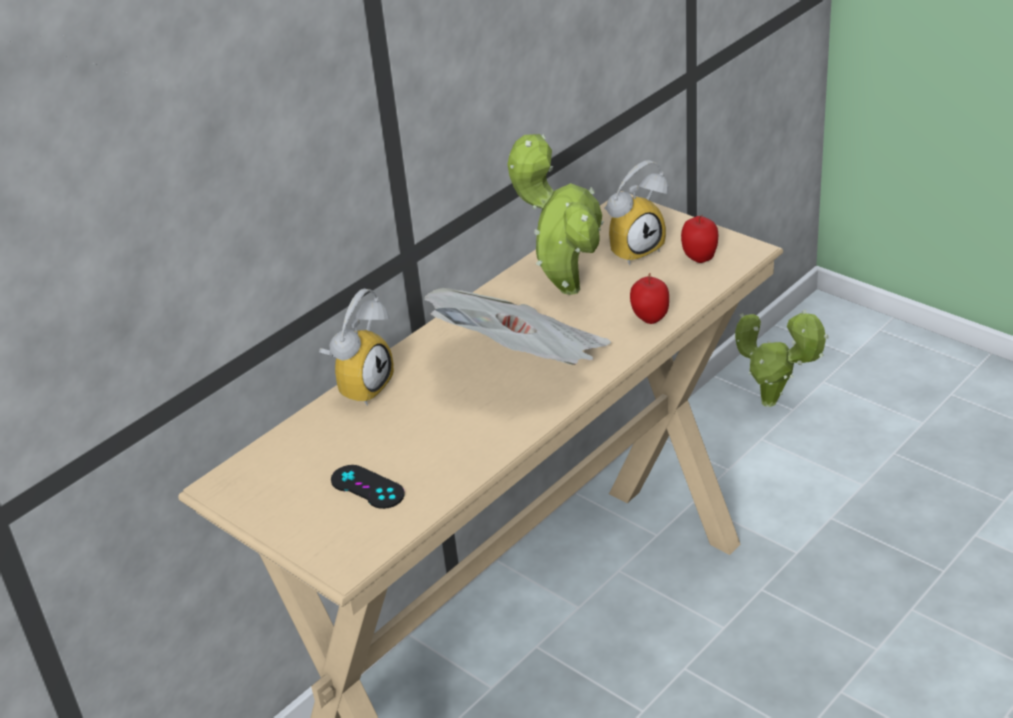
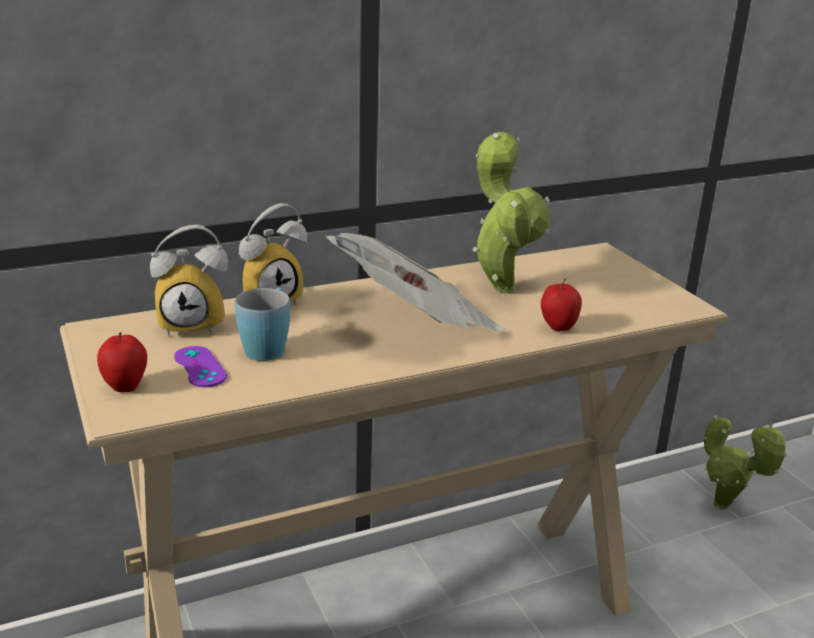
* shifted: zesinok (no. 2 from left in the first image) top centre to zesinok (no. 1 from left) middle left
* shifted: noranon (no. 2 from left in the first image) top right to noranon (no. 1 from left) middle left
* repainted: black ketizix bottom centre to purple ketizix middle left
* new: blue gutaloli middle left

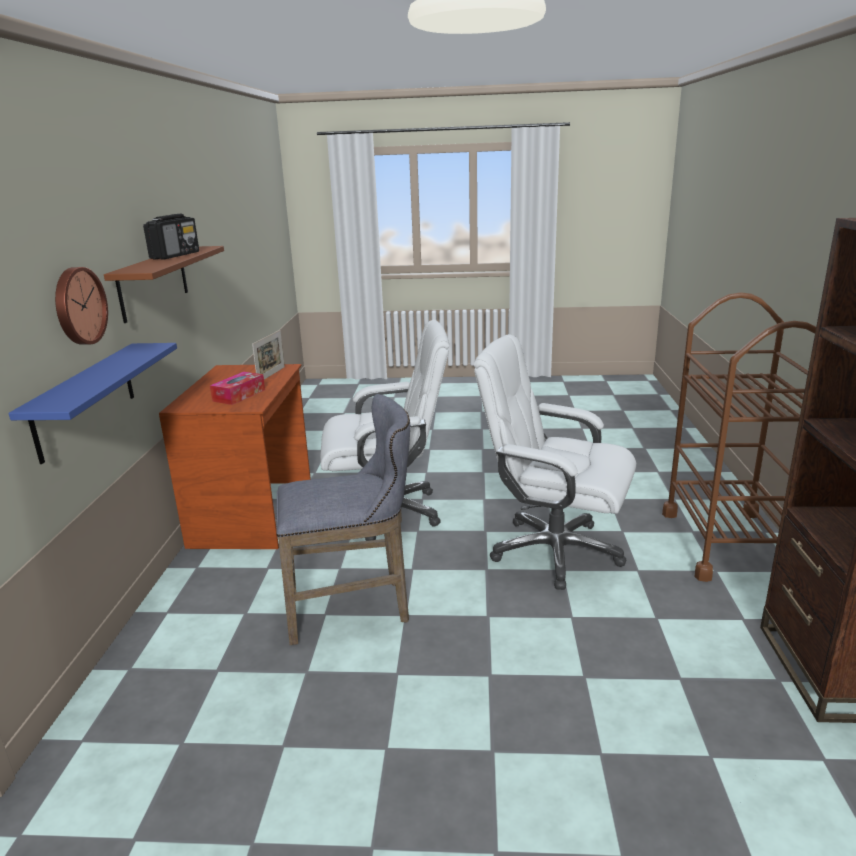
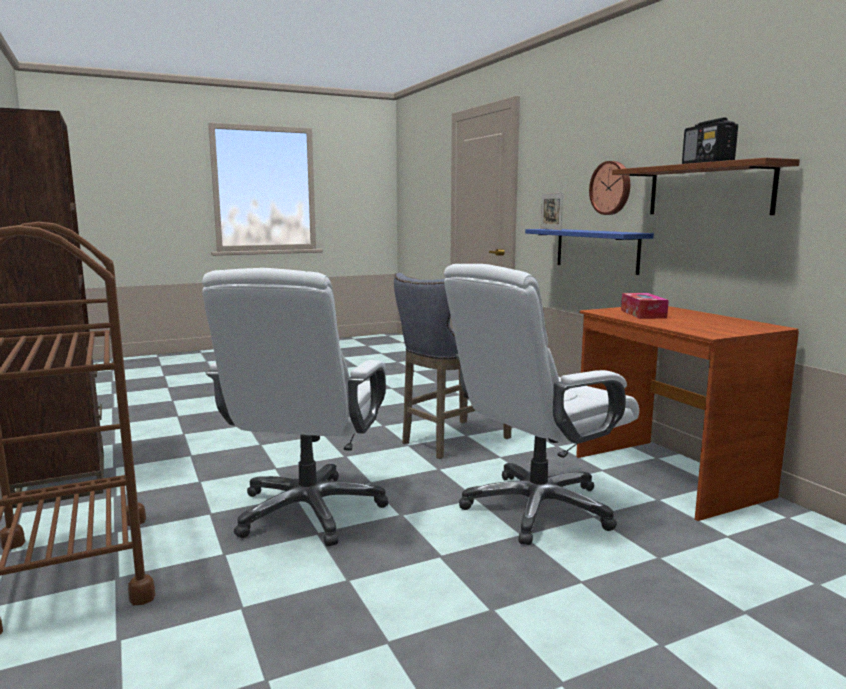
* shifted: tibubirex middle left to top centre
* rotated: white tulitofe (no. 2 from left in the first image) centre = centre 105 degrees clockwise

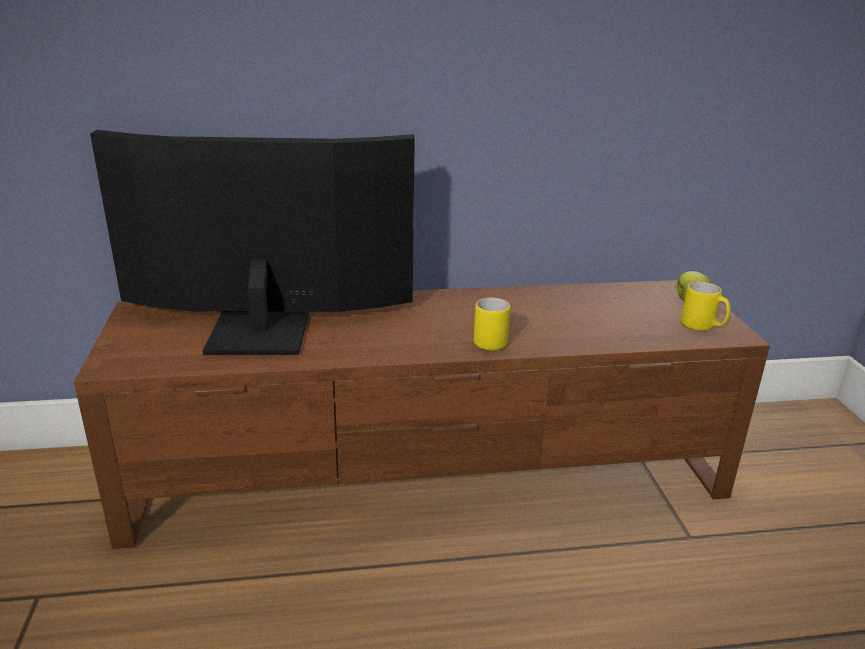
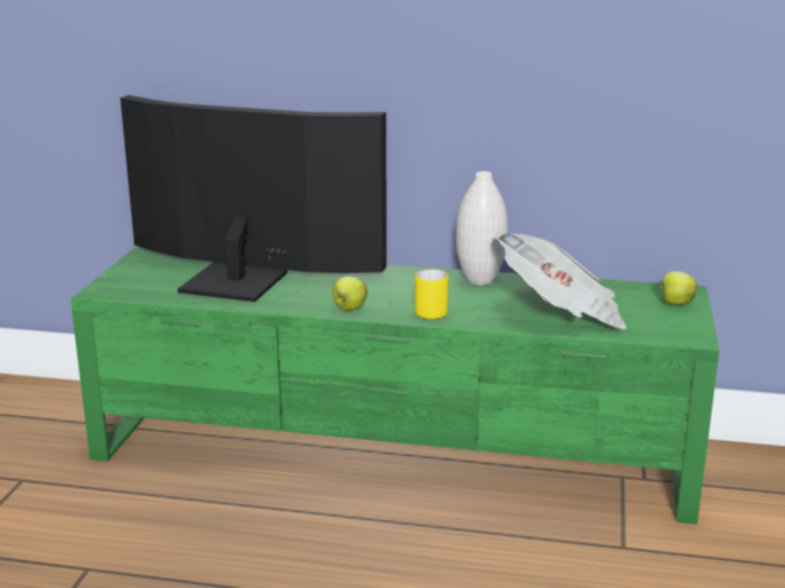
* repainted: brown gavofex centre to green gavofex centre
* gone: yellow gutaloli (no. 2 from left) middle right
* new: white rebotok centre
* new: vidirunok middle right
* new: noranon (no. 1 from left) centre

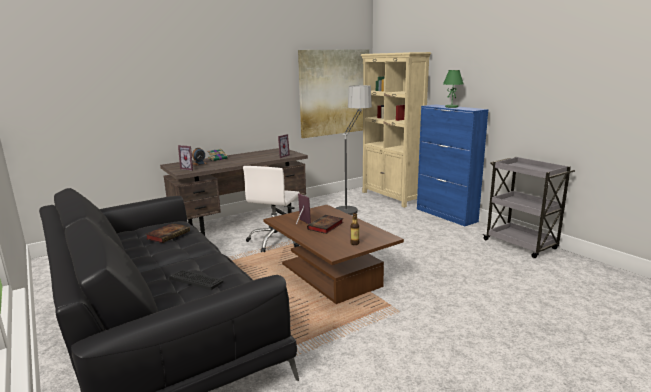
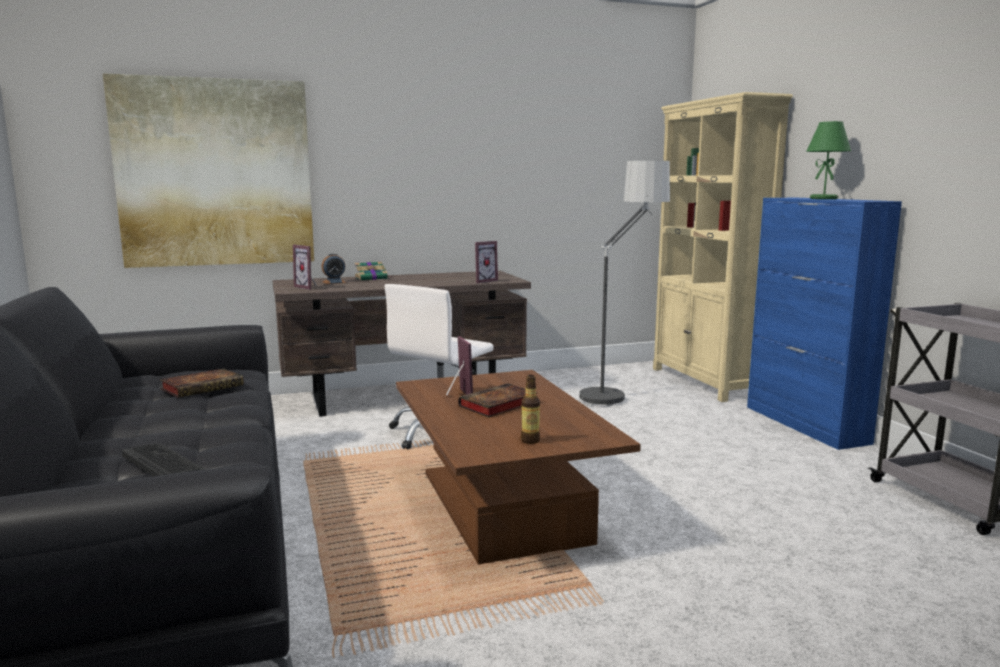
* shifted: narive top centre to top left

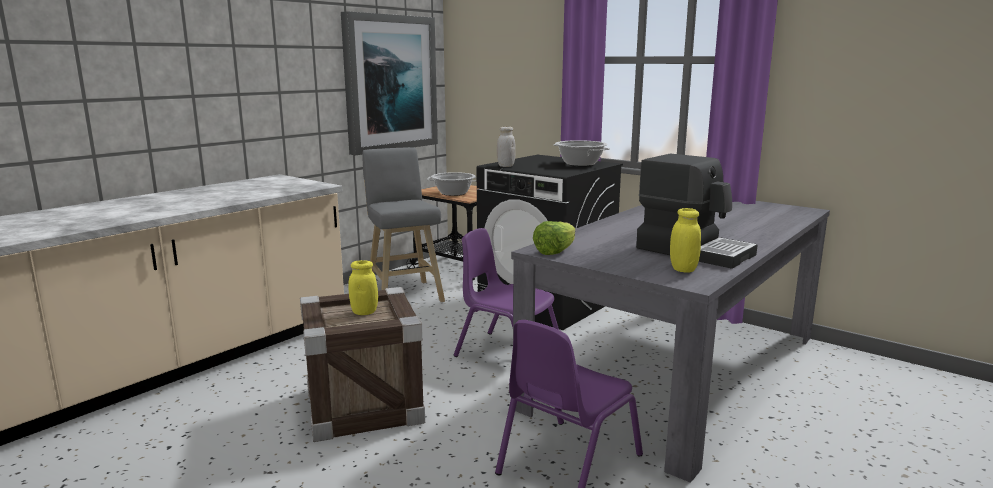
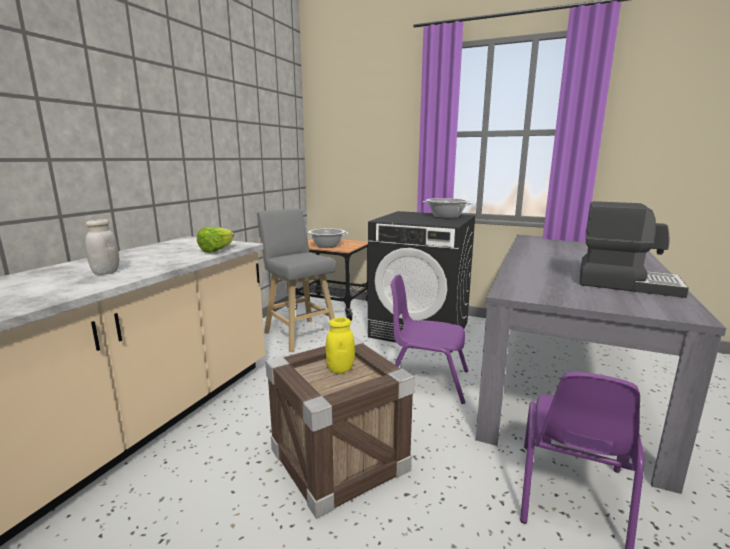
* gone: narive top centre
* shifted: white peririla top centre to middle left
* gone: yellow peririla (no. 2 from left) middle right
* shifted: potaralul centre to middle left

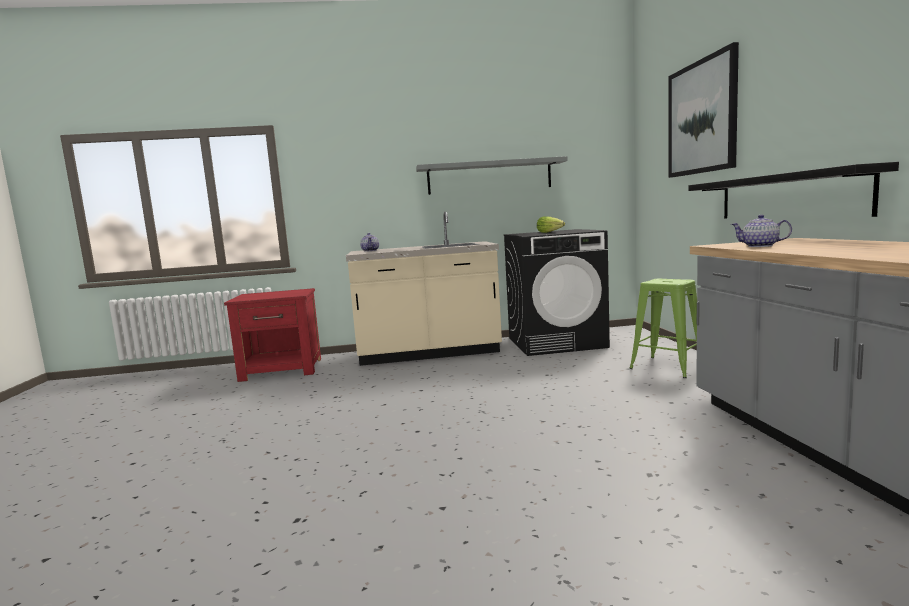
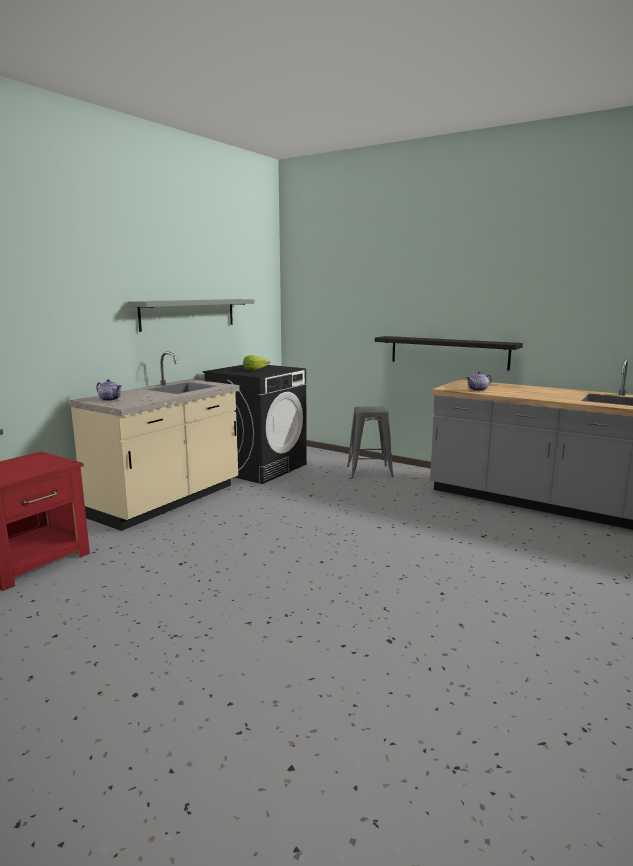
* gone: narive top right
* repainted: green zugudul middle right to grey zugudul centre

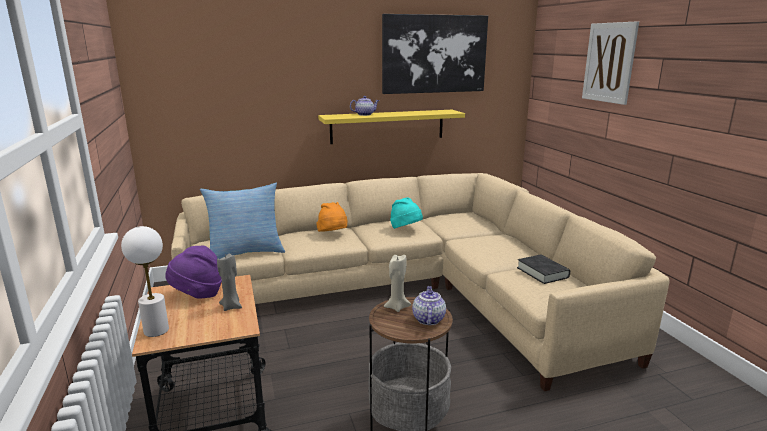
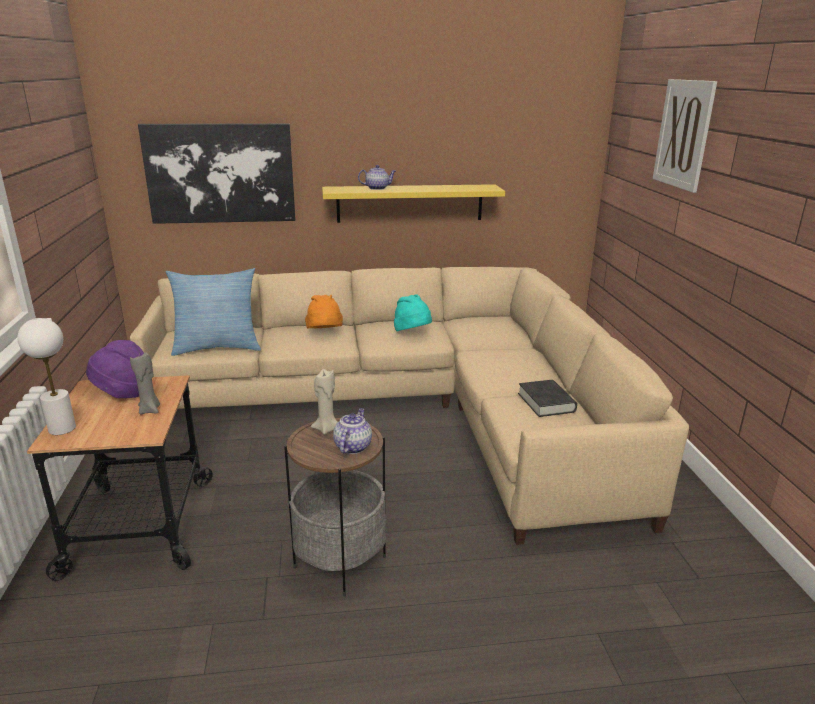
* shifted: narive (no. 1 from left) top centre to top left

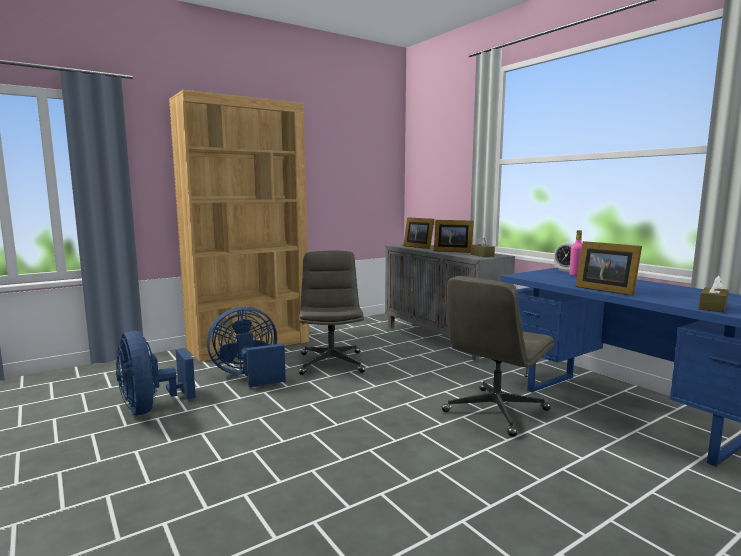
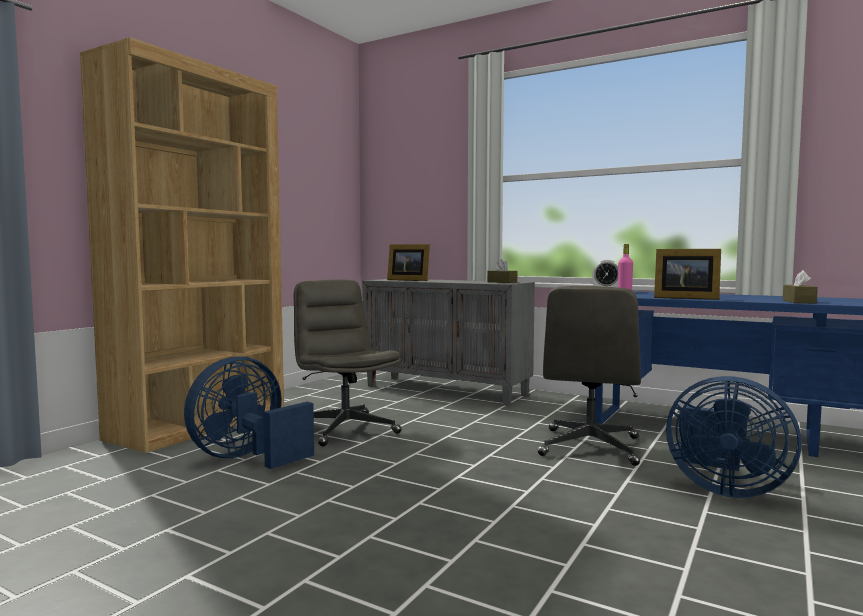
* gone: tibubirex (no. 2 from left) centre
* shifted: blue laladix (no. 1 from left in the first image) bottom left to blue laladix (no. 2 from left) bottom right

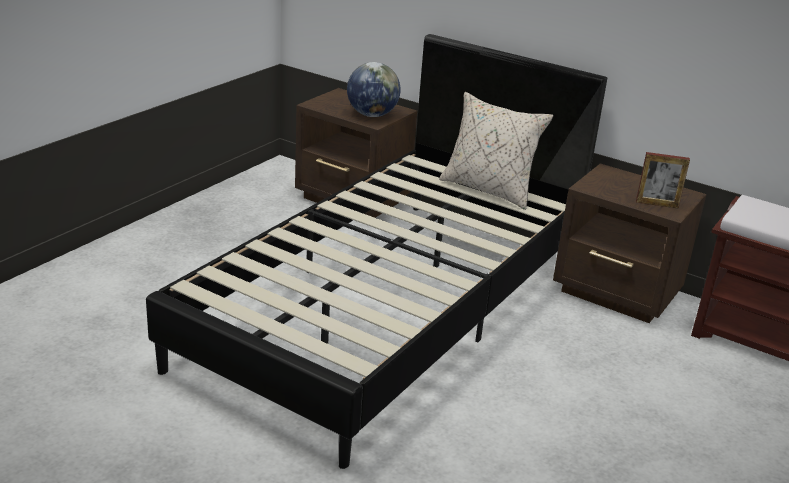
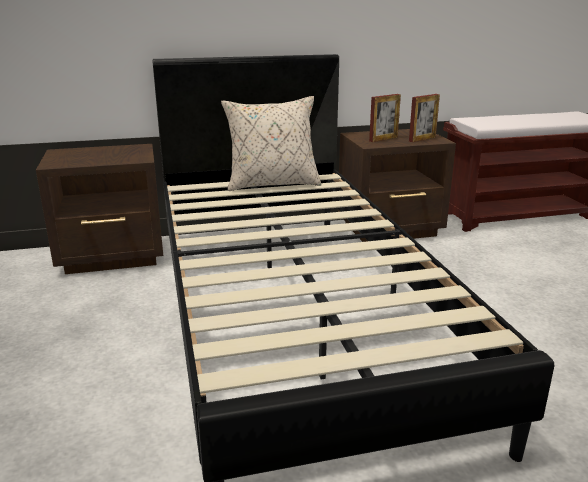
* gone: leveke top centre
* new: tibubirex (no. 1 from left) top centre

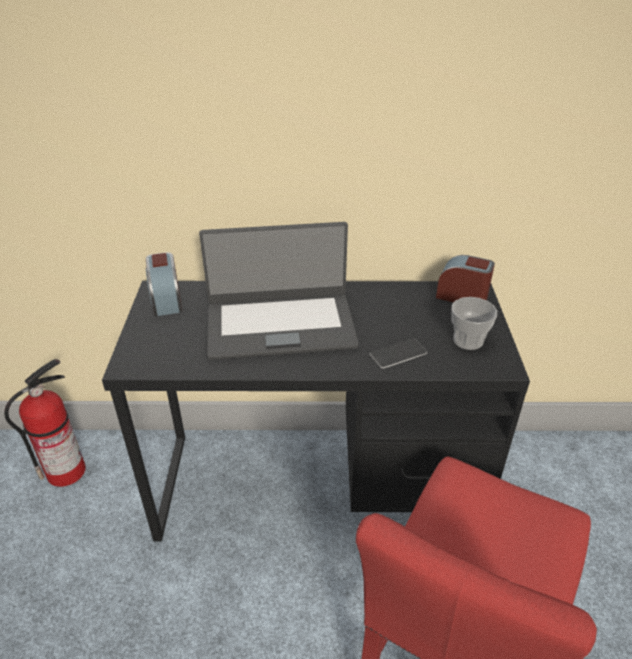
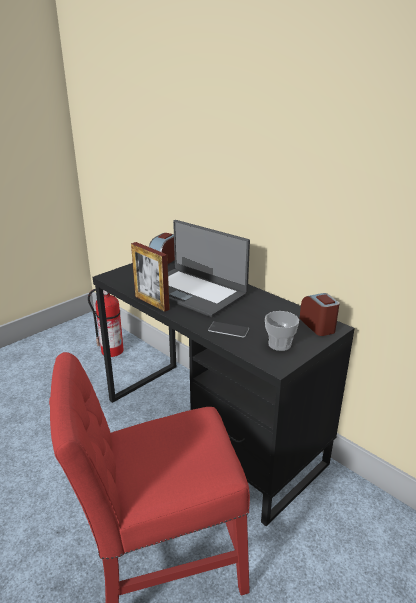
* new: tibubirex centre

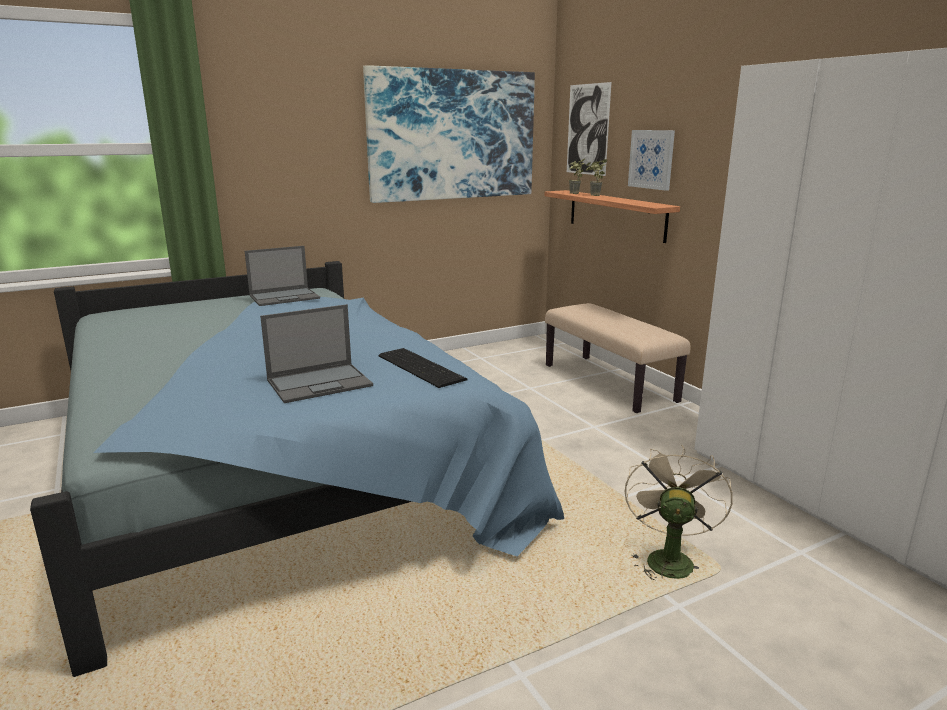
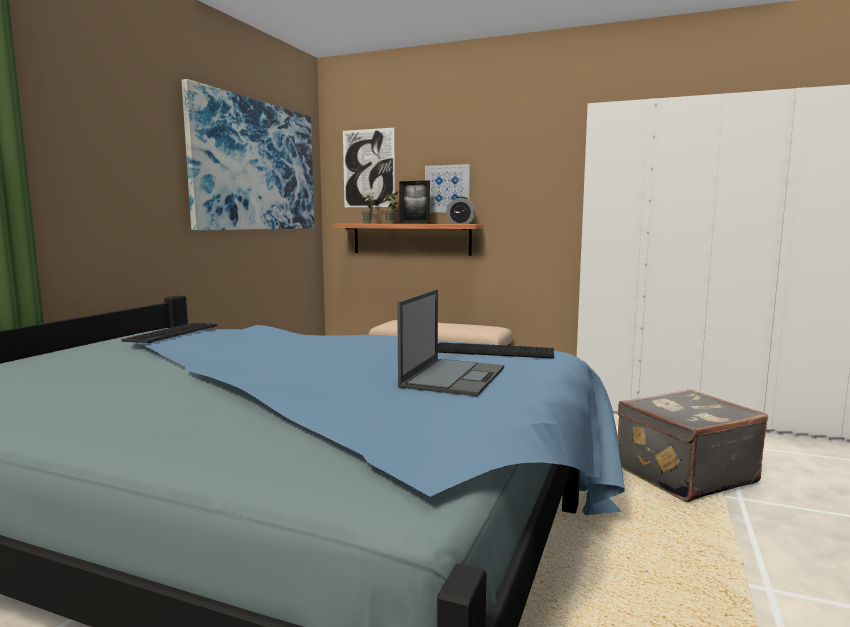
* swapped: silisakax (no. 1 from left) middle left to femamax (no. 1 from left) middle left
* swapped: beige laladix bottom right to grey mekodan bottom right
* new: tibubirex top centre
* new: zesinok centre

